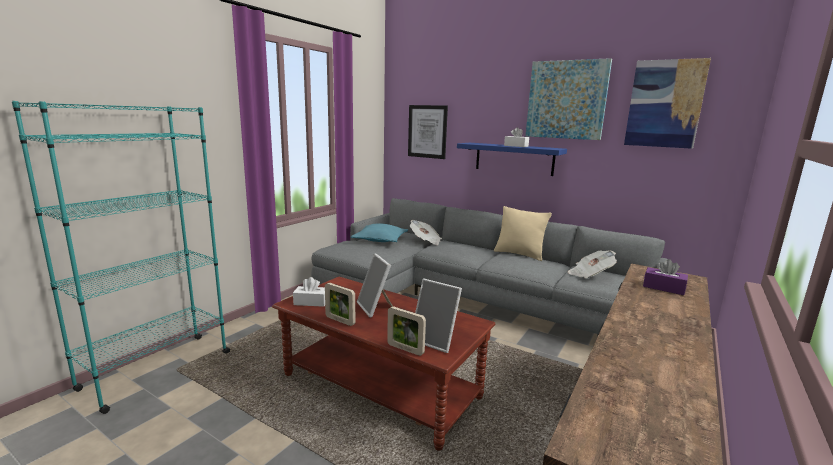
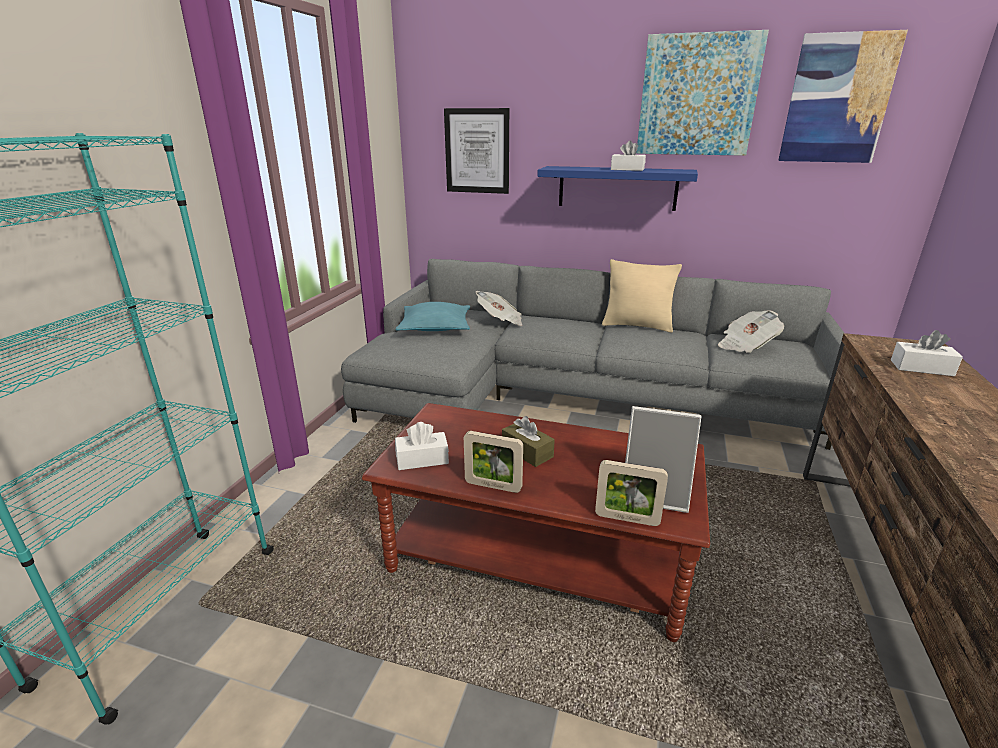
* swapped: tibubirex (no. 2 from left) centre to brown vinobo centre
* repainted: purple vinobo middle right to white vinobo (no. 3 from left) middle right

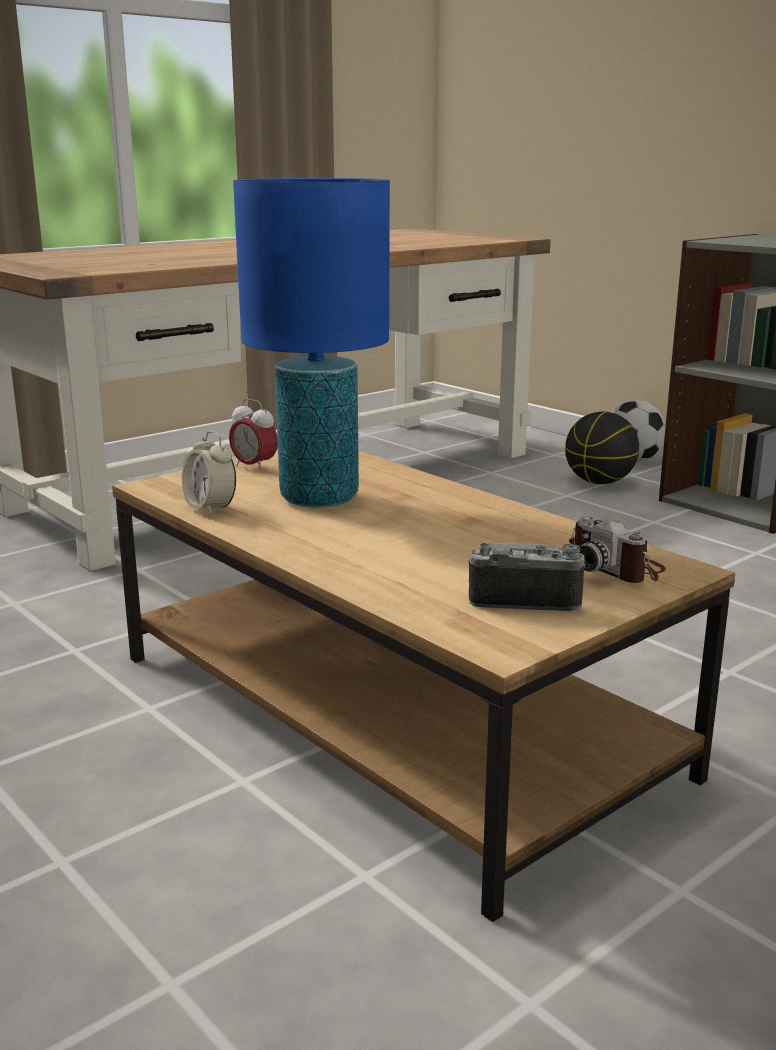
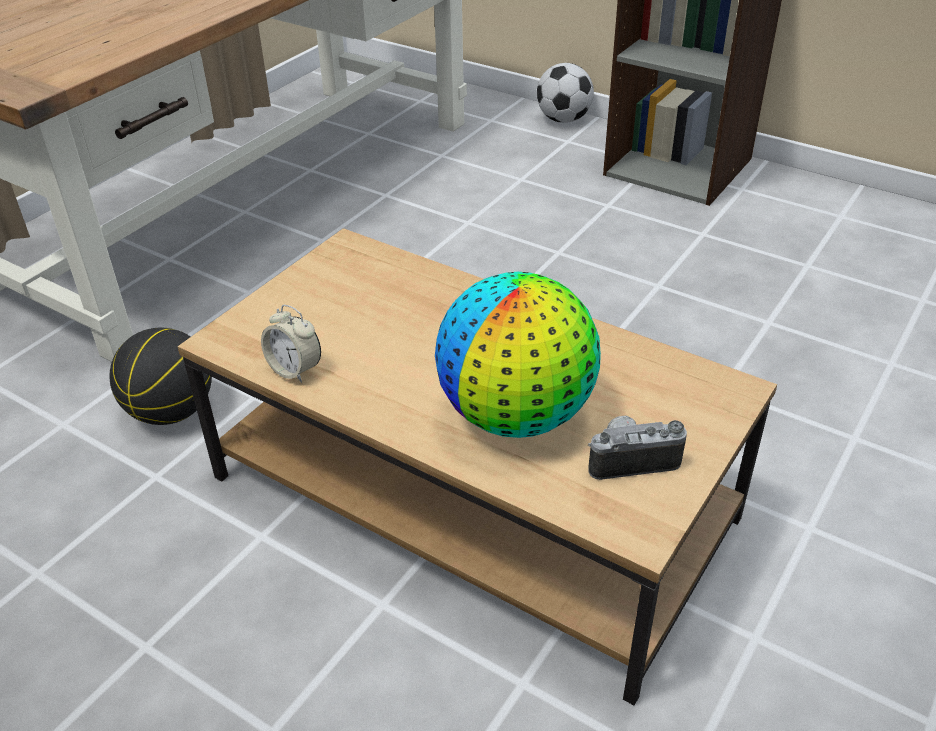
* gone: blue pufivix top centre
* gone: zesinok (no. 2 from left) middle left
* shifted: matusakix middle right to middle left
* gone: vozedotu (no. 2 from left) middle right
* new: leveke centre

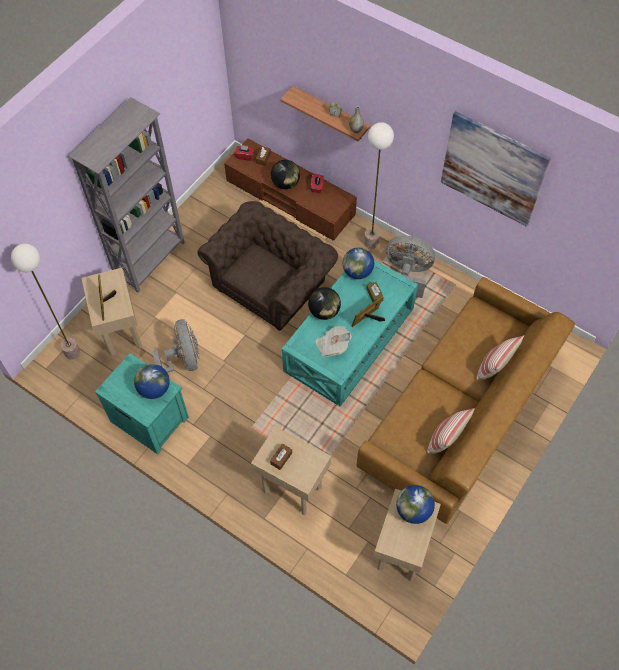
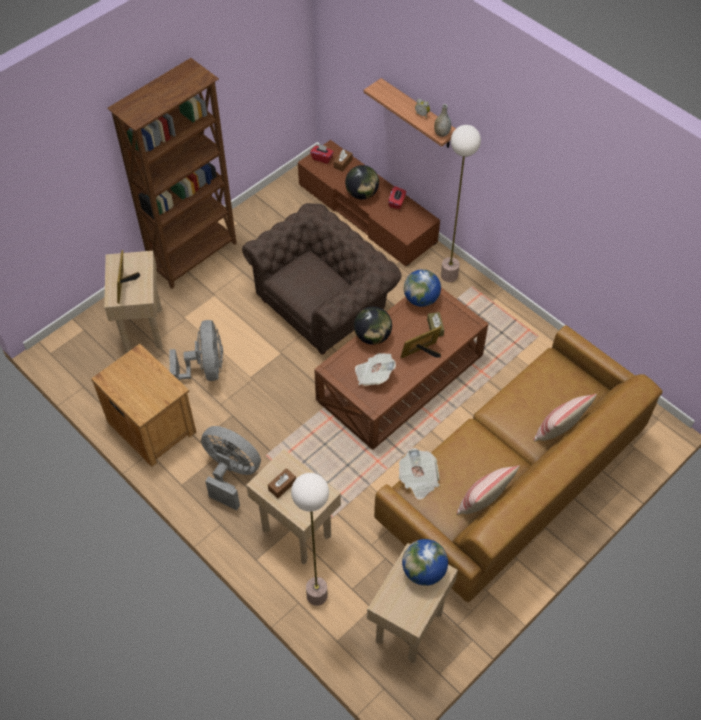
* repainted: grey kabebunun top left to brown kabebunun top left
* gone: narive top right
* shifted: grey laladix (no. 2 from left) centre to middle left
* shifted: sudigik (no. 1 from left) middle left to bottom centre
* repainted: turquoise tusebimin centre to brown tusebimin centre
* repainted: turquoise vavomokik middle left to brown vavomokik middle left
* gone: leveke (no. 1 from left) middle left
* new: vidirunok (no. 2 from left) centre

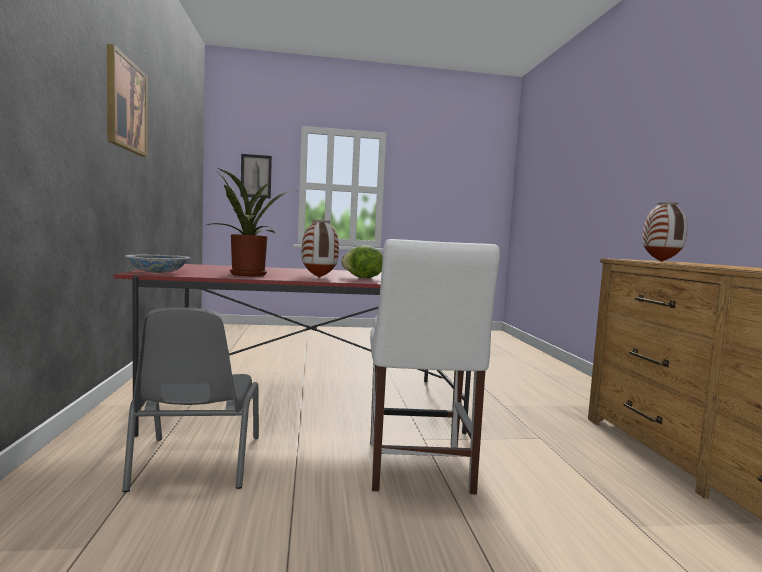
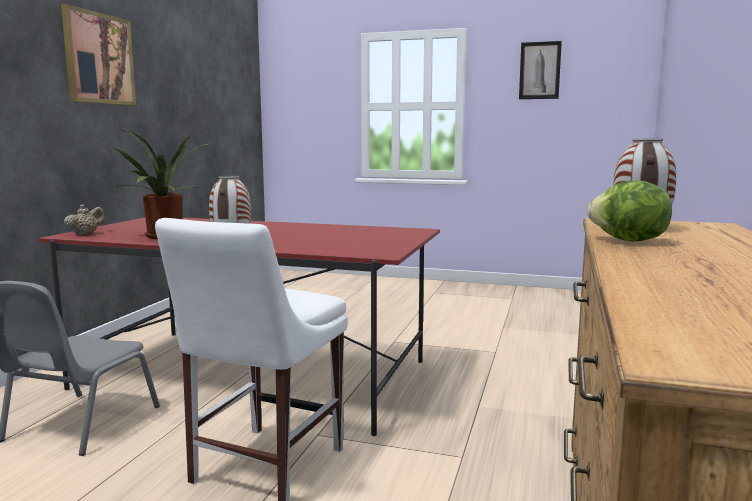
* shifted: narive (no. 2 from left) top centre to top right
* shifted: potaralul centre to middle right
* swapped: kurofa middle left to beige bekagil middle left

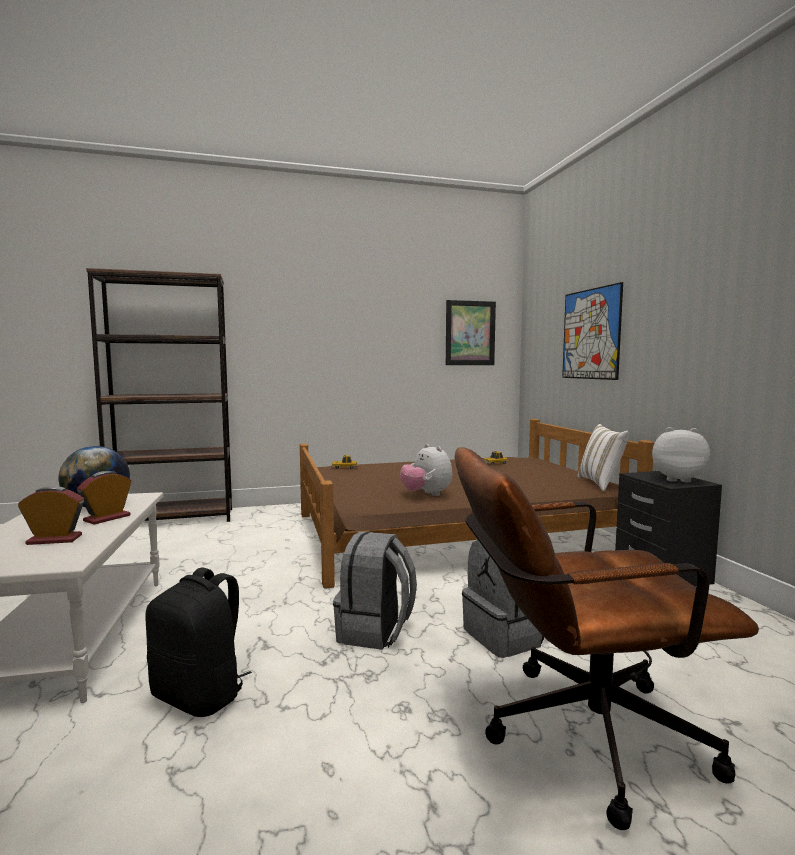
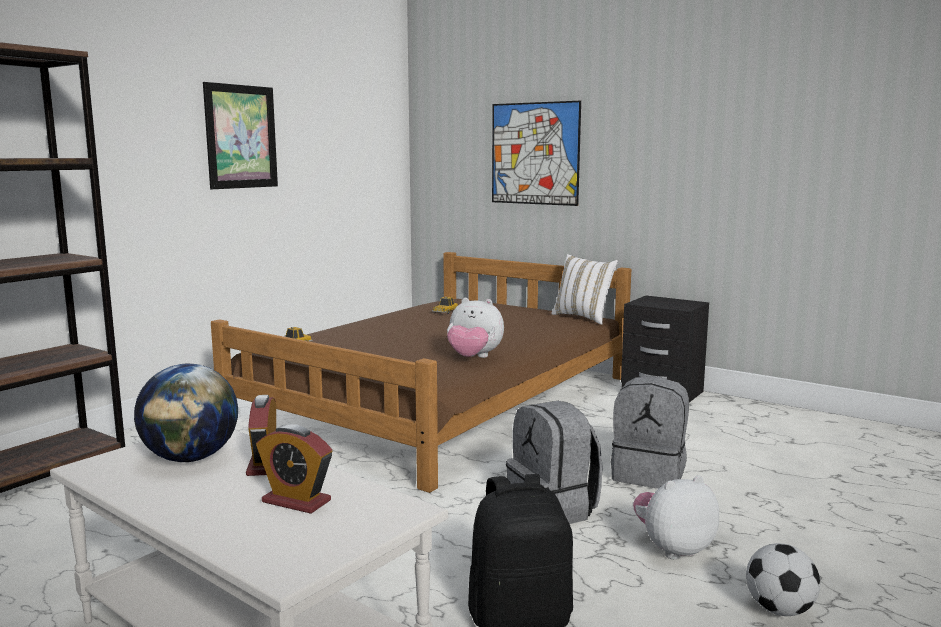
* shifted: narive (no. 1 from left) centre to top left
* shifted: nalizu (no. 2 from left) middle right to bottom right
* gone: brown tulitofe bottom right
* rotated: zesinok (no. 1 from left in the first image) middle left = bottom left 105 degrees counterclockwise
* new: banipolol bottom right

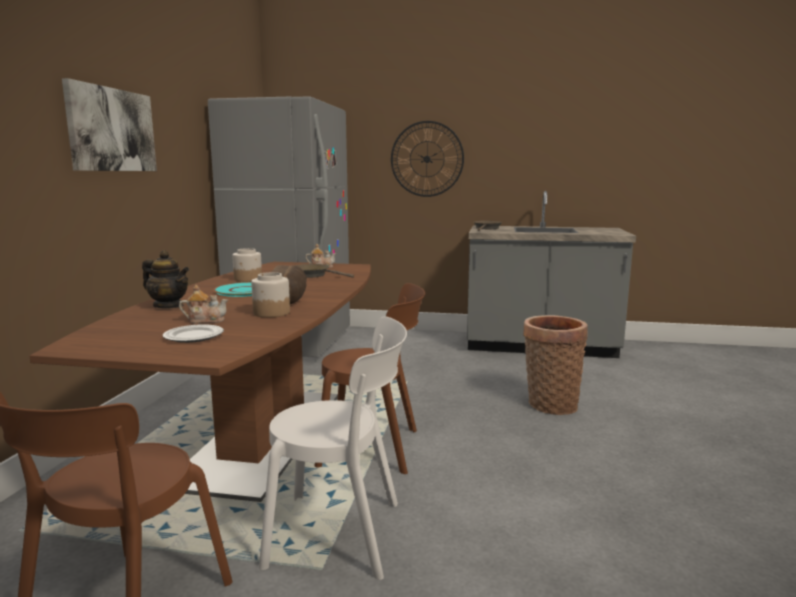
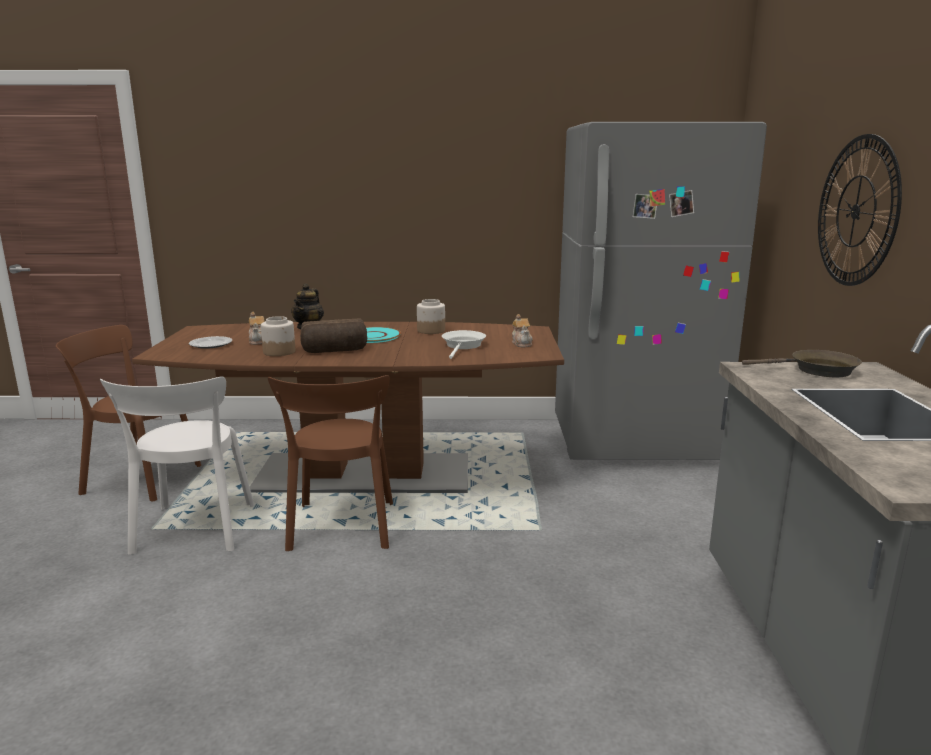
* gone: narive top left
* repainted: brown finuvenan (no. 1 from left) centre to white finuvenan centre
* gone: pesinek middle right

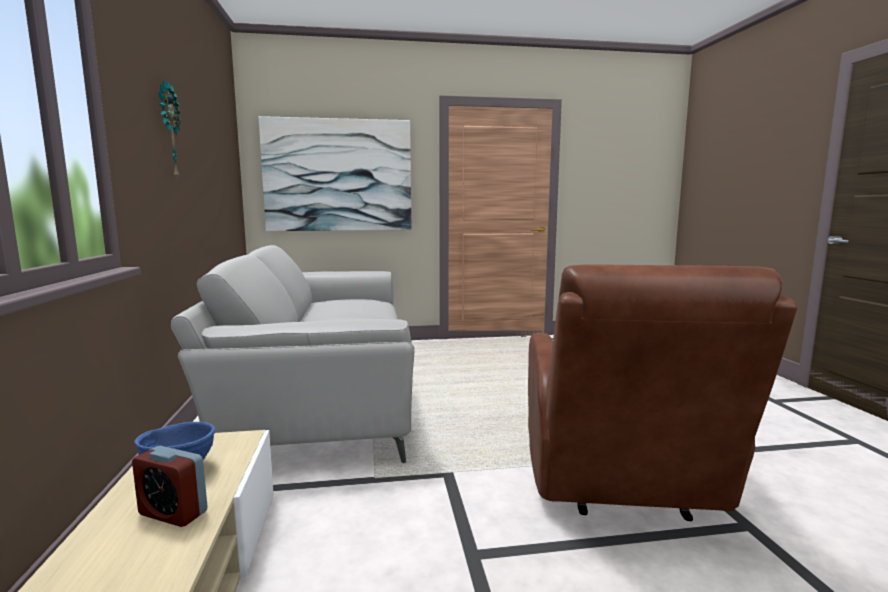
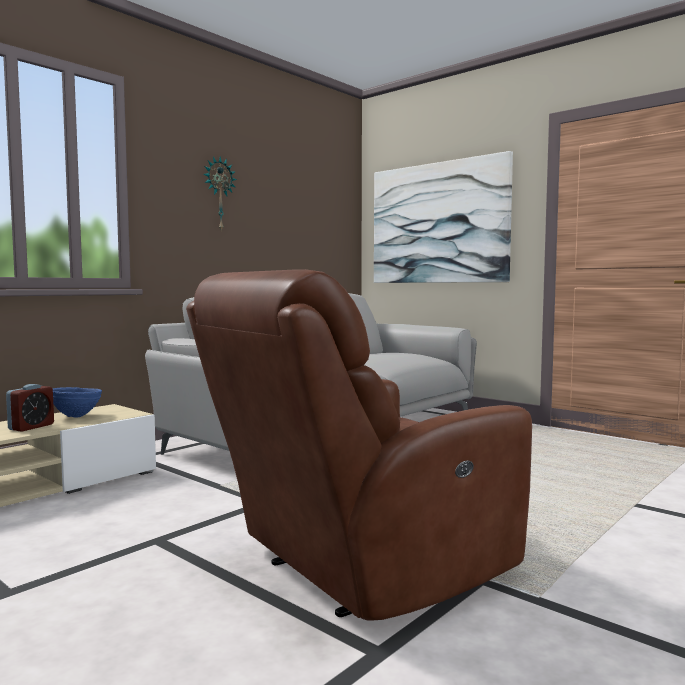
* rotated: zesinok bottom left = middle left 135 degrees counterclockwise

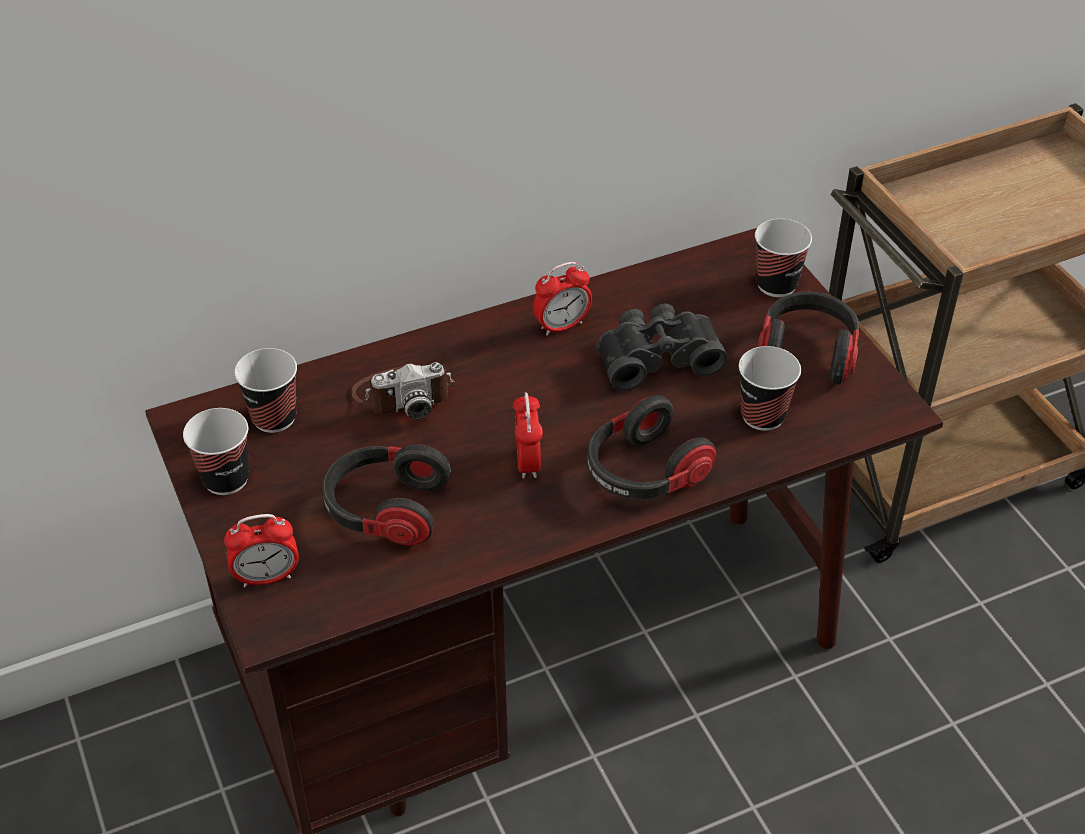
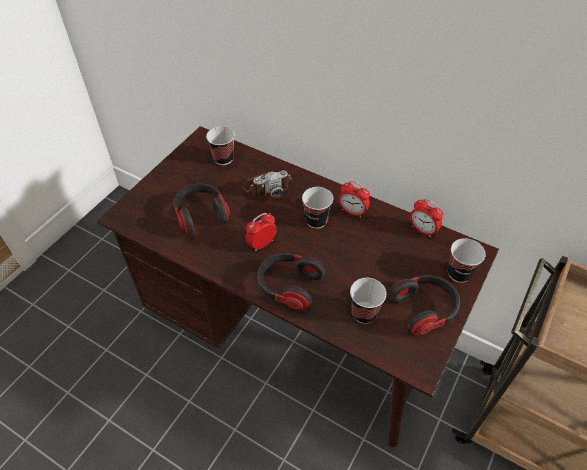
* gone: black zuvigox centre
* rotated: vozedotu centre = centre 60 degrees counterclockwise
* shifted: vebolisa (no. 1 from left in the first image) middle left to vebolisa (no. 2 from left) centre
* shifted: zesinok (no. 1 from left in the first image) middle left to zesinok (no. 3 from left) middle right

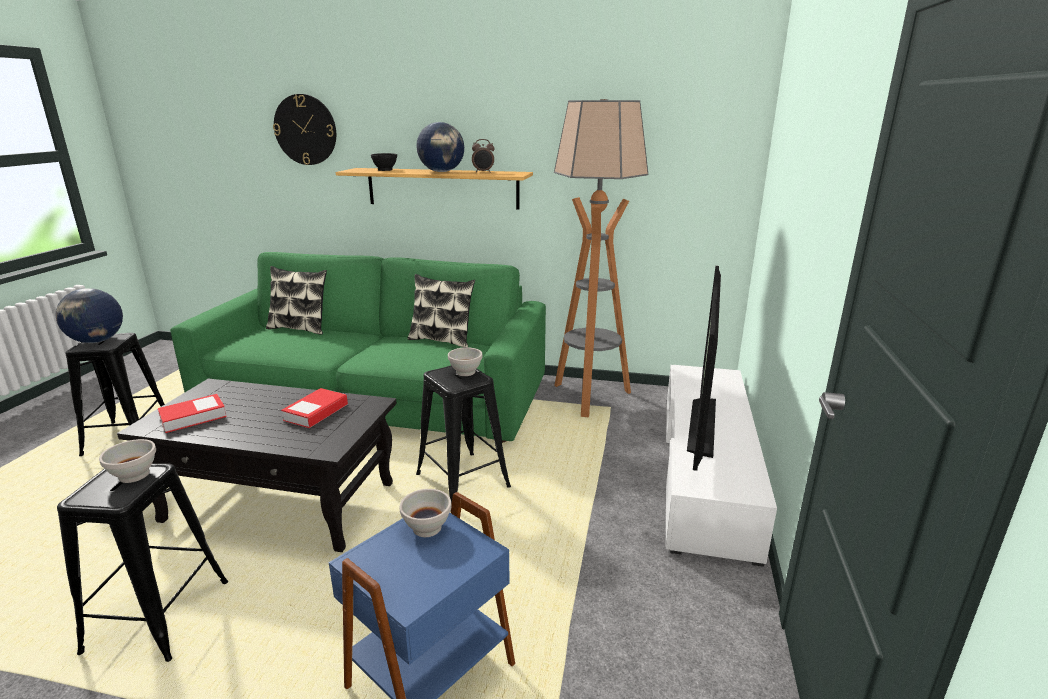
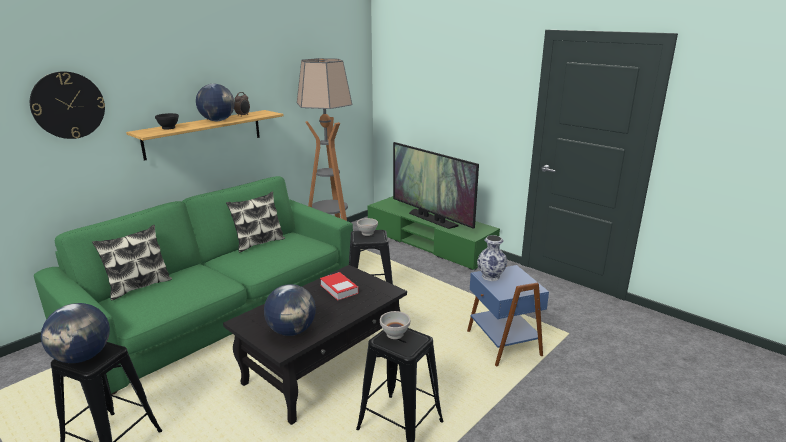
* repainted: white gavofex bottom right to green gavofex centre
* swapped: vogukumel (no. 1 from left) middle left to leveke (no. 3 from left) bottom centre
* swapped: white kurofa (no. 2 from left) bottom centre to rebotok centre

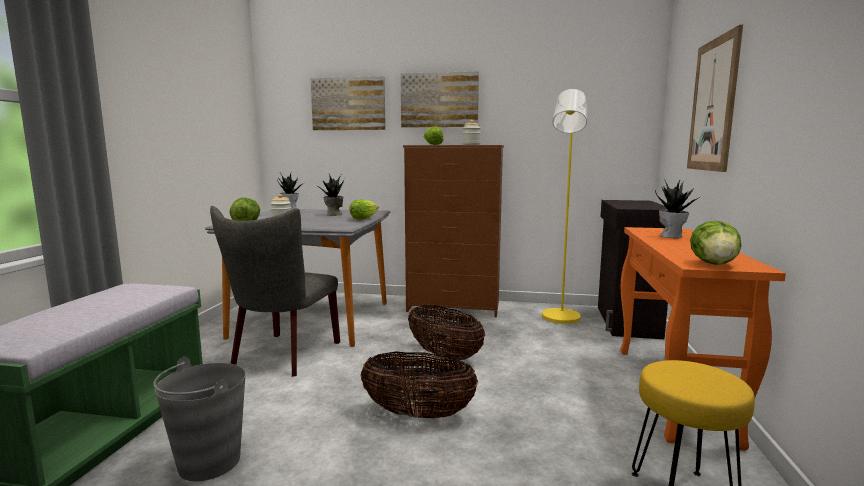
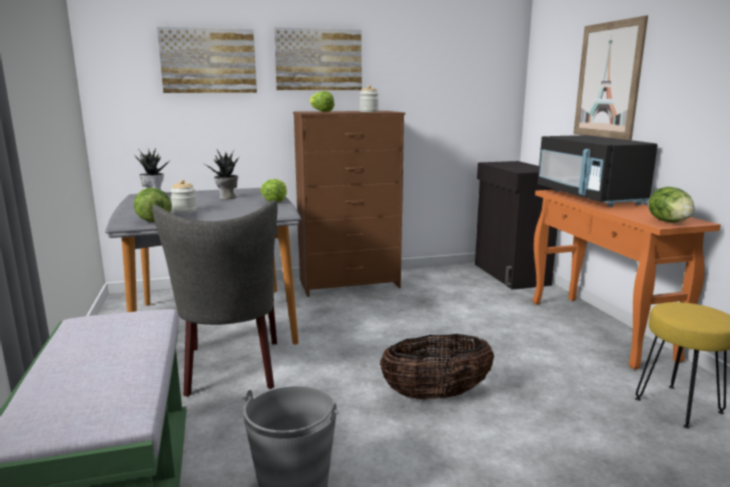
* gone: yellow sudigik centre
* swapped: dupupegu (no. 3 from left) middle right to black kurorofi middle right
* gone: pesinek (no. 2 from left) bottom centre

